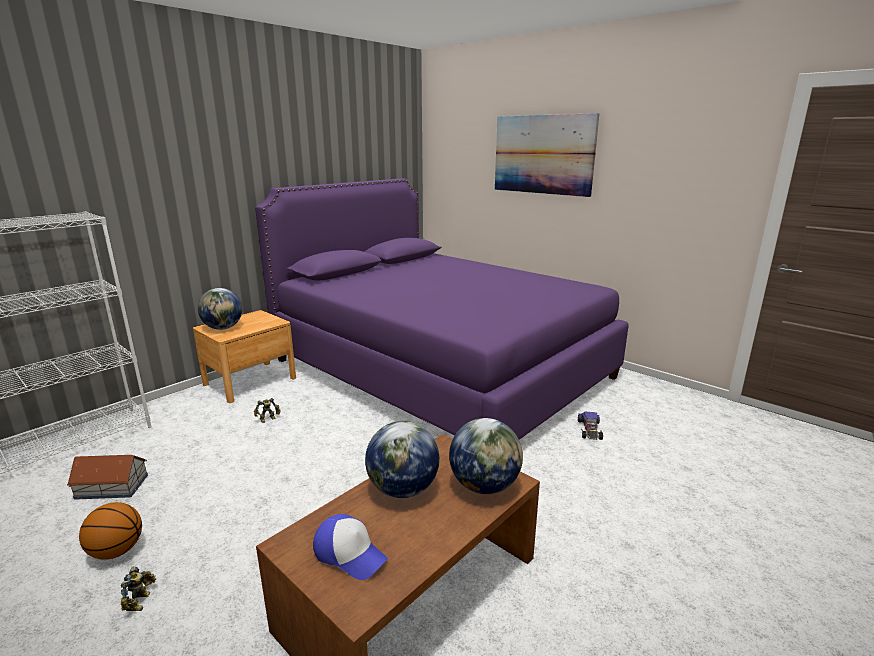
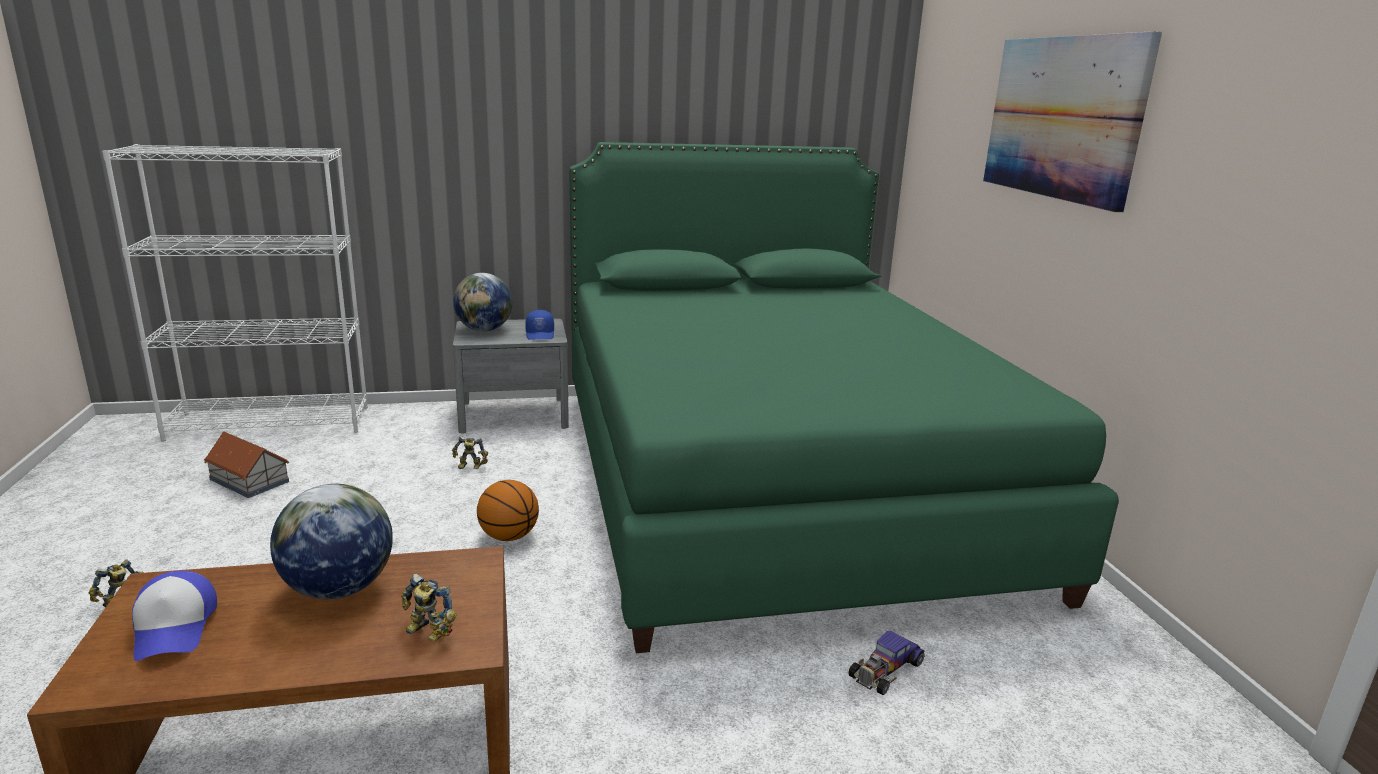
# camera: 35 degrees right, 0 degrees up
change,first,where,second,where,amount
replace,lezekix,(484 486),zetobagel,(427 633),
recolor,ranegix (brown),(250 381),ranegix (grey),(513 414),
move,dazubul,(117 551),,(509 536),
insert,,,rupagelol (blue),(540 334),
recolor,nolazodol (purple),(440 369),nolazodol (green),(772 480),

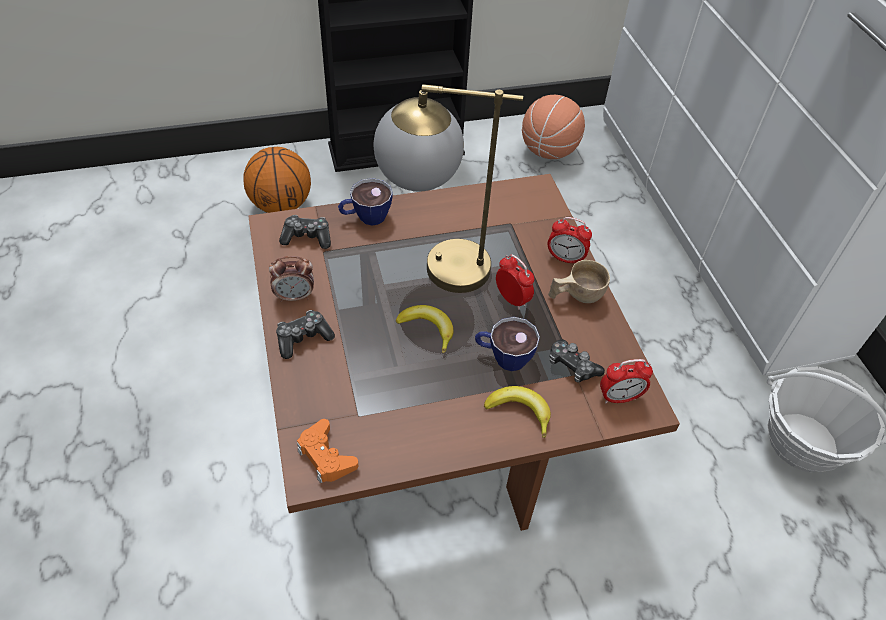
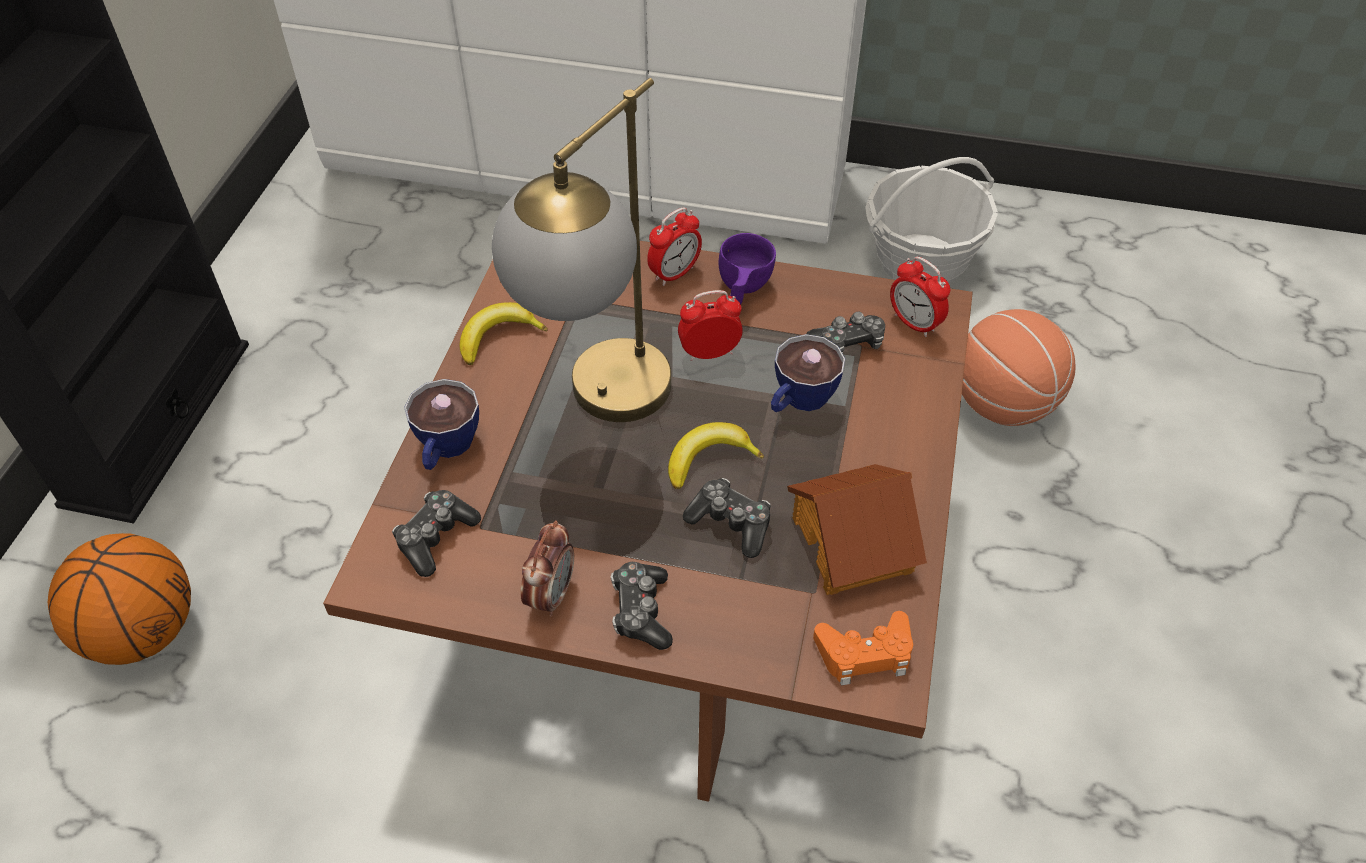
# camera: 60 degrees left, 0 degrees up
change,first,where,second,where,amount
move,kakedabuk,(520 411),,(498 337),
insert,,,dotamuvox,(731 523),
recolor,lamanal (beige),(575 295),lamanal (purple),(741 292),
insert,,,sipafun,(854 543),
rotate,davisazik,(619 397),,(914 323),120 degrees clockwise
move,dazubul,(548 151),,(1002 404),

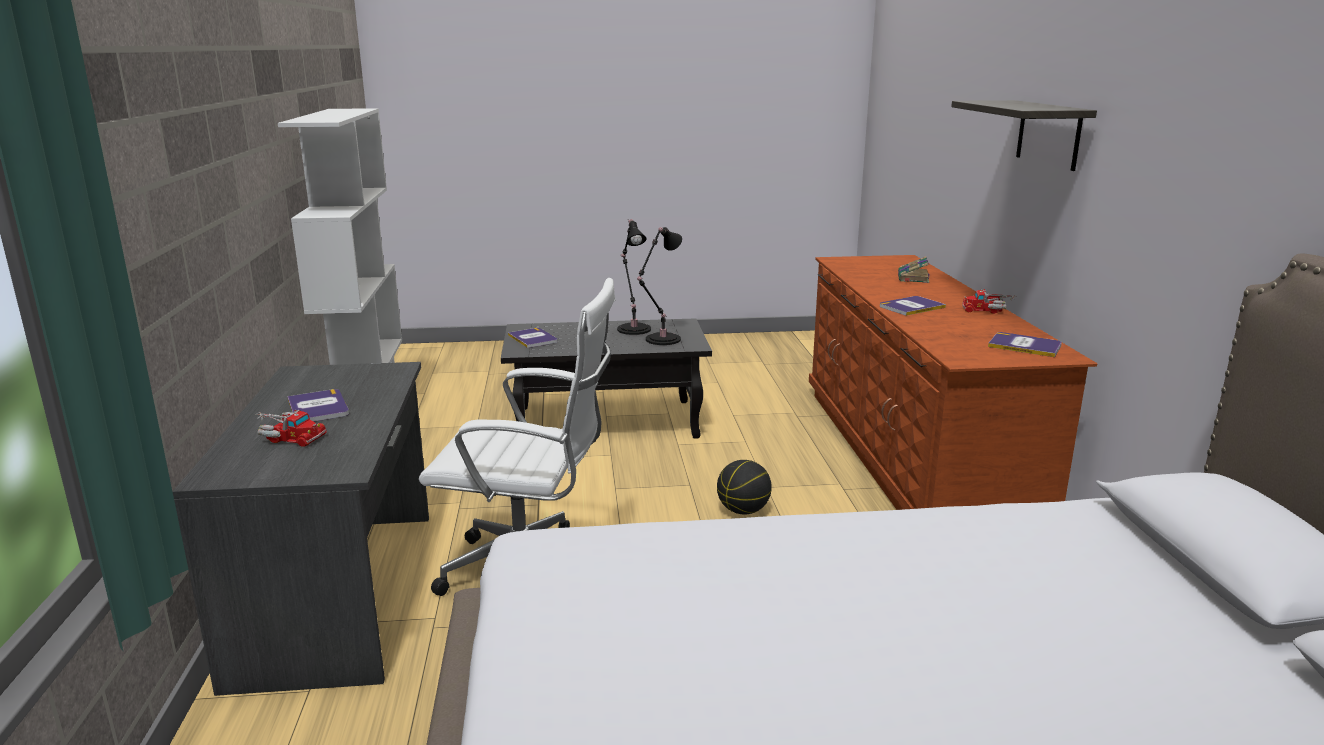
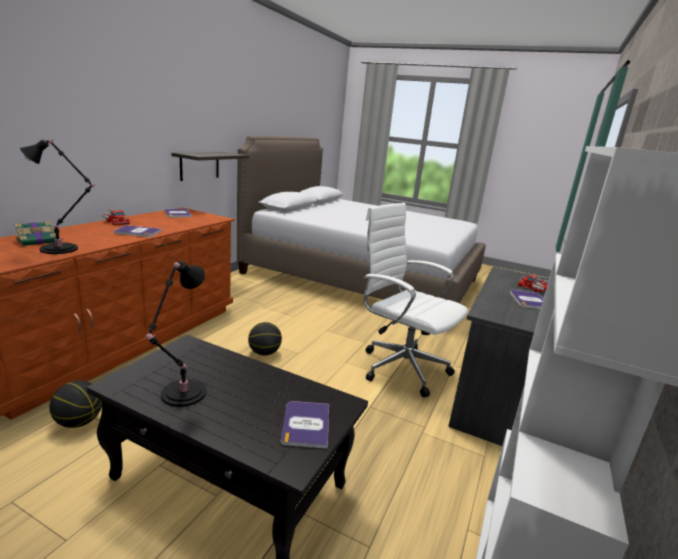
# camera: 150 degrees left, 0 degrees up
change,first,where,second,where,amount
move,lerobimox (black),(661 340),,(62 249),
insert,,,dazubul,(79 422),
move,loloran,(1048 134),,(199 165),

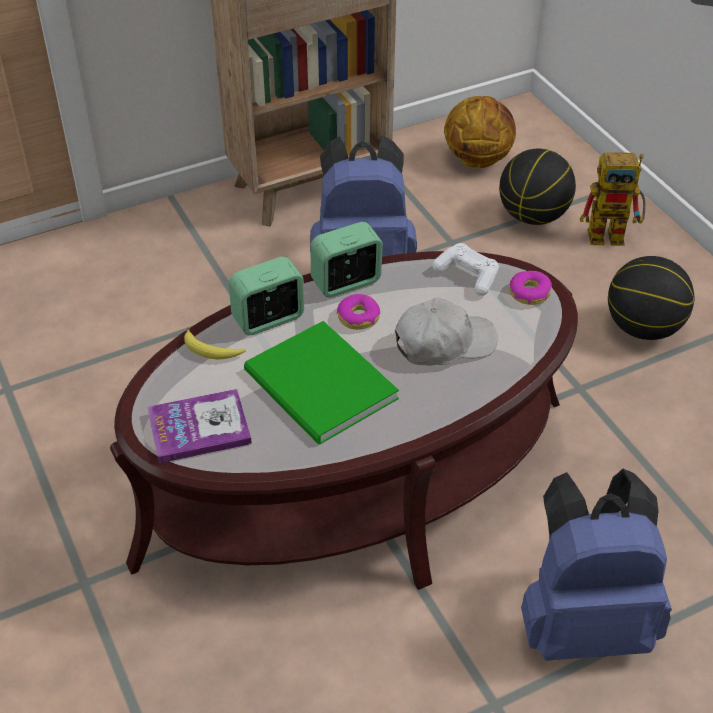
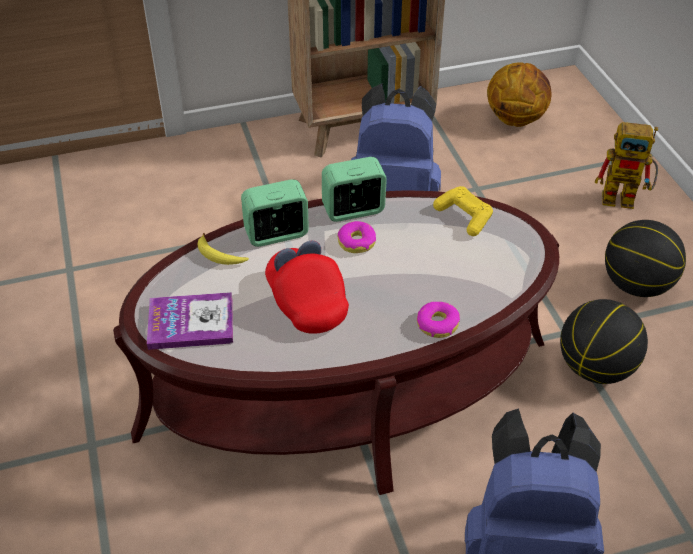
# camera: 10 degrees right, 0 degrees up
change,first,where,second,where,amount
replace,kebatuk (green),(320 389),rupagelol (red),(306 302),
move,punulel,(529 293),,(437 324),
recolor,dotamuvox (white),(467 276),dotamuvox (yellow),(464 217),
move,dazubul,(533 216),,(596 368),
delete,rupagelol (white),(444 343),,,

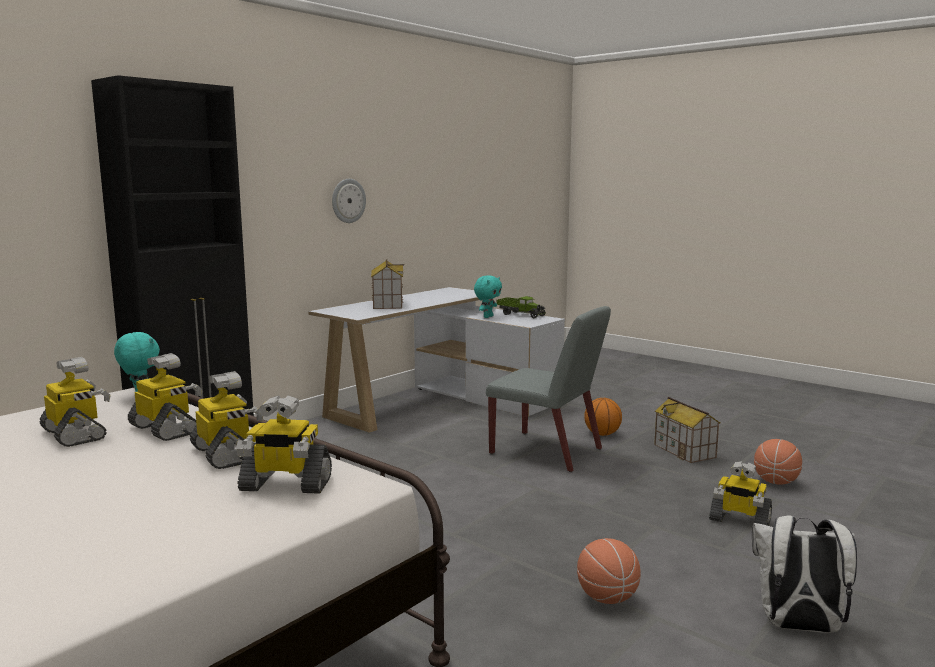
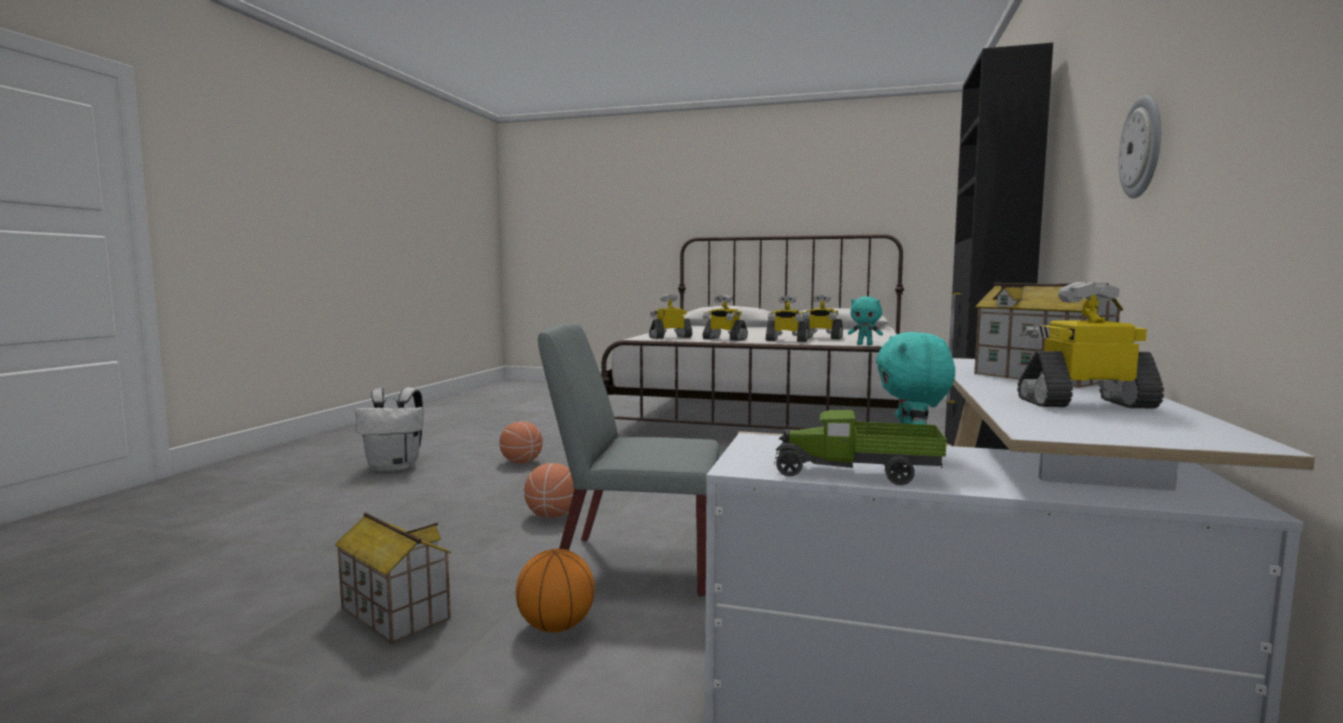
# camera: 155 degrees right, 5 degrees down
change,first,where,second,where,amount
move,dazubul,(775 482),,(552 515),
move,zetobagel,(739 521),,(1084 403),

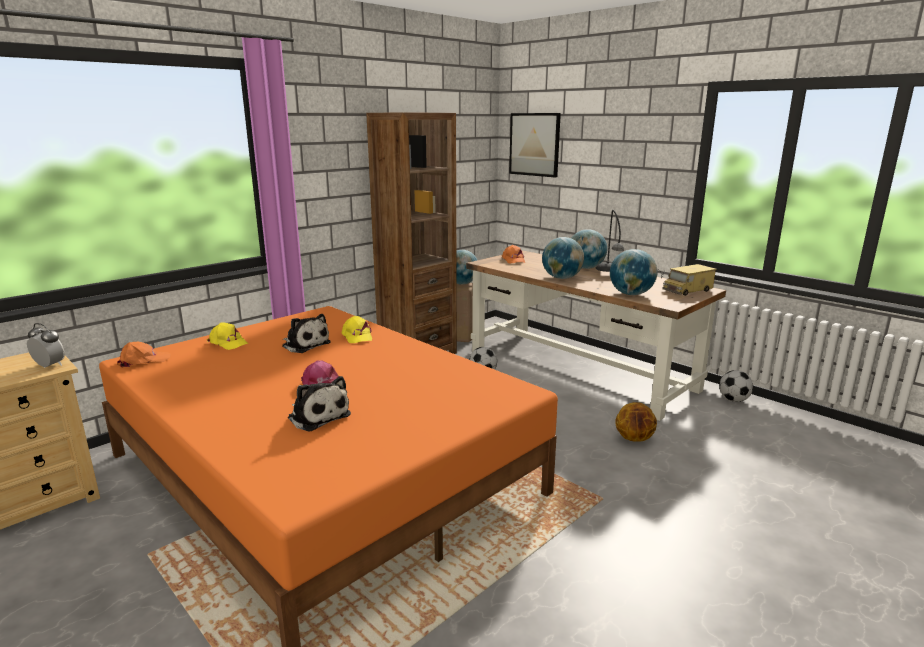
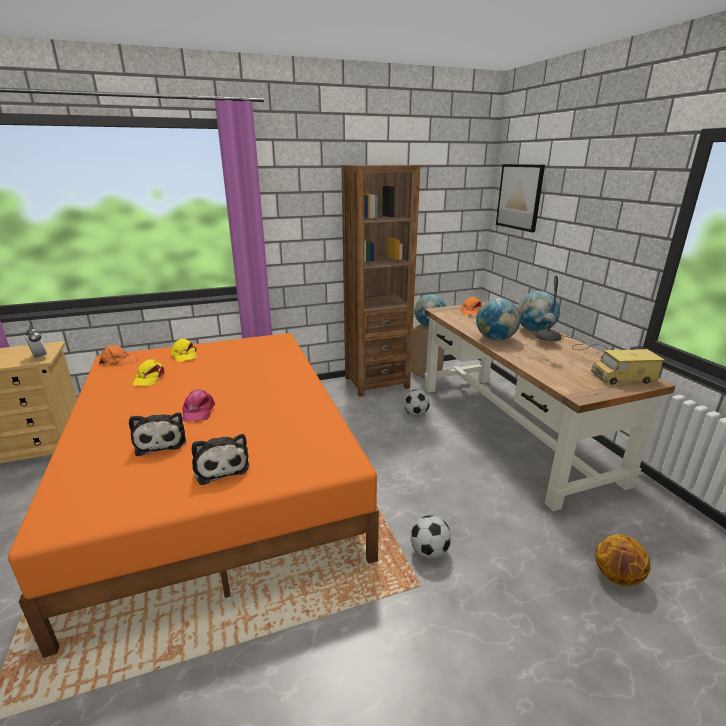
# camera: 25 degrees right, 5 degrees up
change,first,where,second,where,amount
move,rupagelol (yellow),(357 336),,(149 378),
move,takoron,(305 344),,(221 466),
move,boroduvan,(733 400),,(429 551),
move,dazubul,(634 439),,(617 577),
delete,lezekix,(631 294),,,

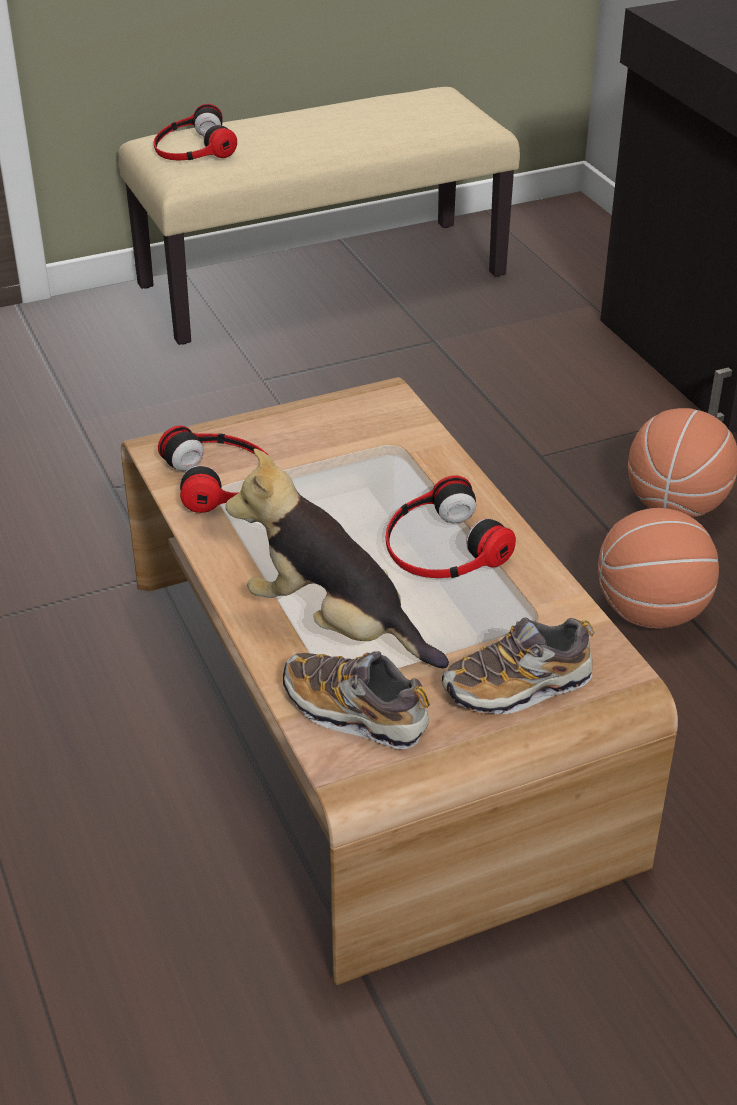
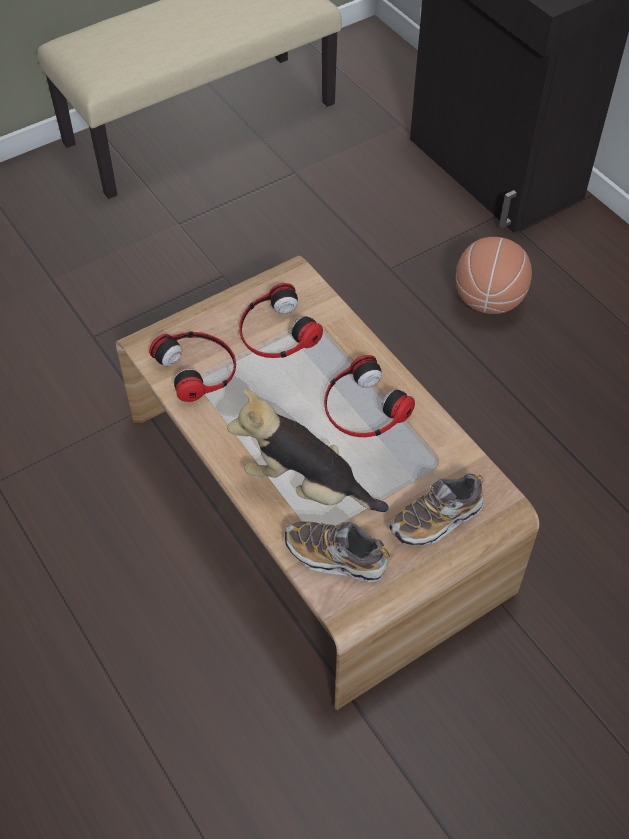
# camera: 10 degrees left, 15 degrees up
change,first,where,second,where,amount
move,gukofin,(193 147),,(276 331),
delete,dazubul,(651 612),,,

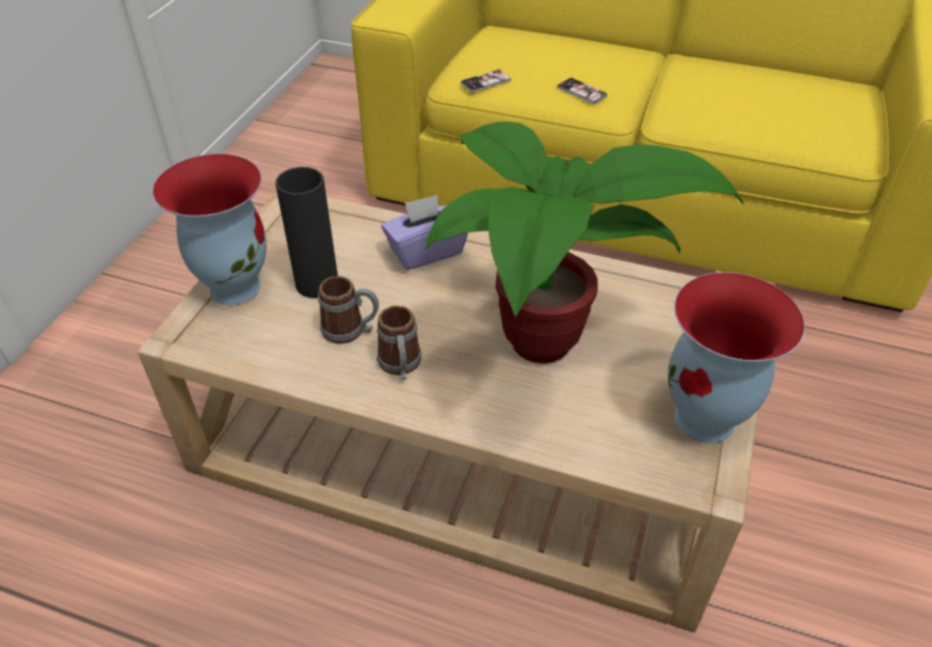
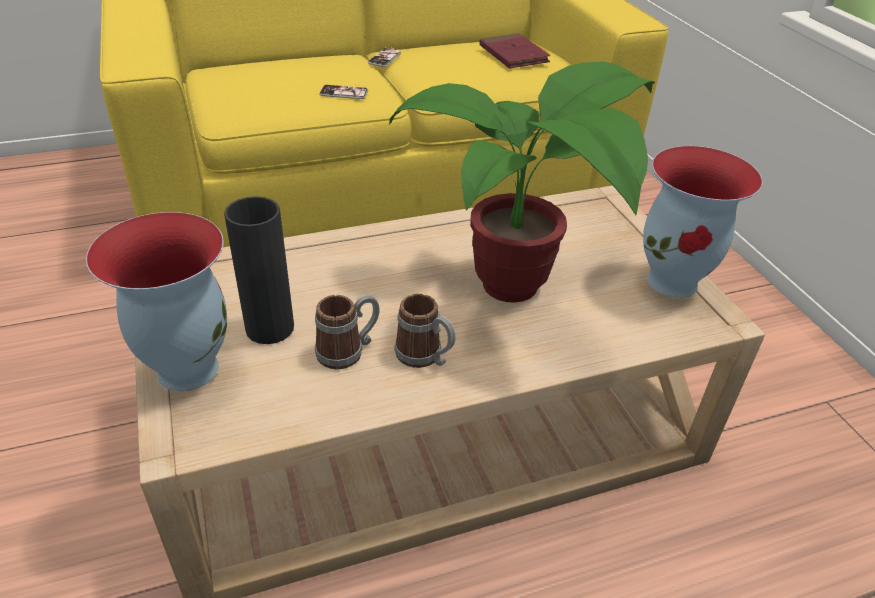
# camera: 40 degrees left, 5 degrees down
change,first,where,second,where,amount
move,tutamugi,(485 82),,(384 58),
insert,,,kebatuk (red),(513 55),
delete,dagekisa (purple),(426 251),,,

